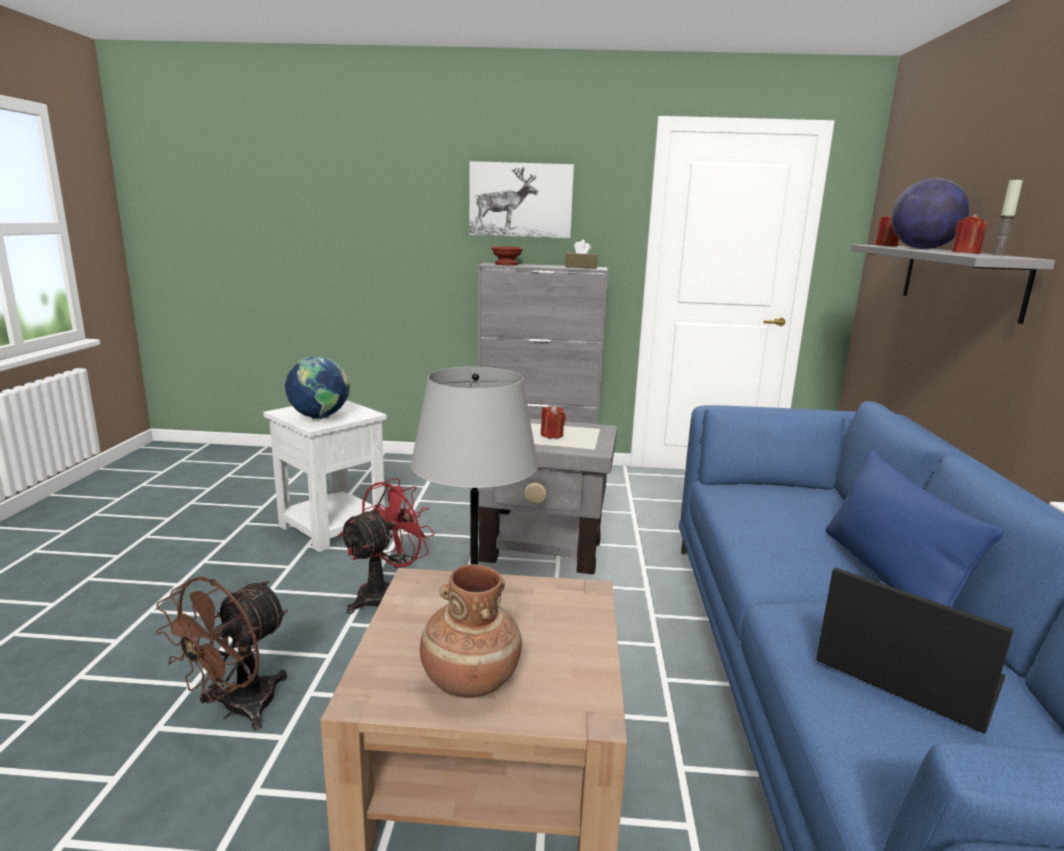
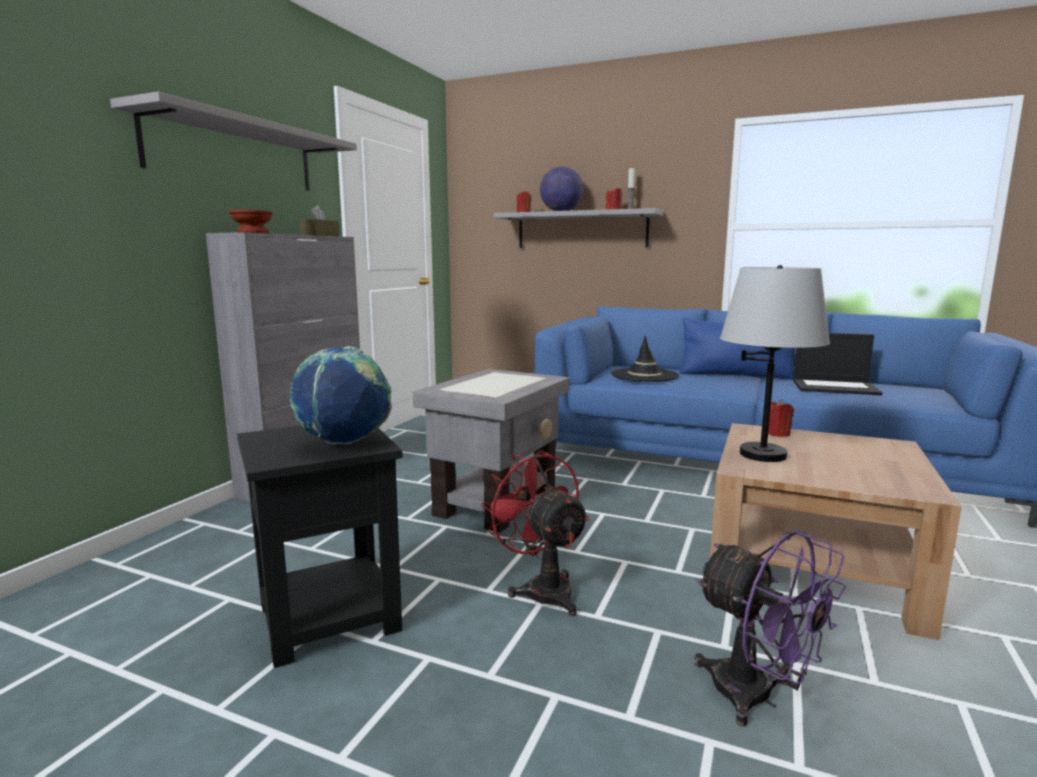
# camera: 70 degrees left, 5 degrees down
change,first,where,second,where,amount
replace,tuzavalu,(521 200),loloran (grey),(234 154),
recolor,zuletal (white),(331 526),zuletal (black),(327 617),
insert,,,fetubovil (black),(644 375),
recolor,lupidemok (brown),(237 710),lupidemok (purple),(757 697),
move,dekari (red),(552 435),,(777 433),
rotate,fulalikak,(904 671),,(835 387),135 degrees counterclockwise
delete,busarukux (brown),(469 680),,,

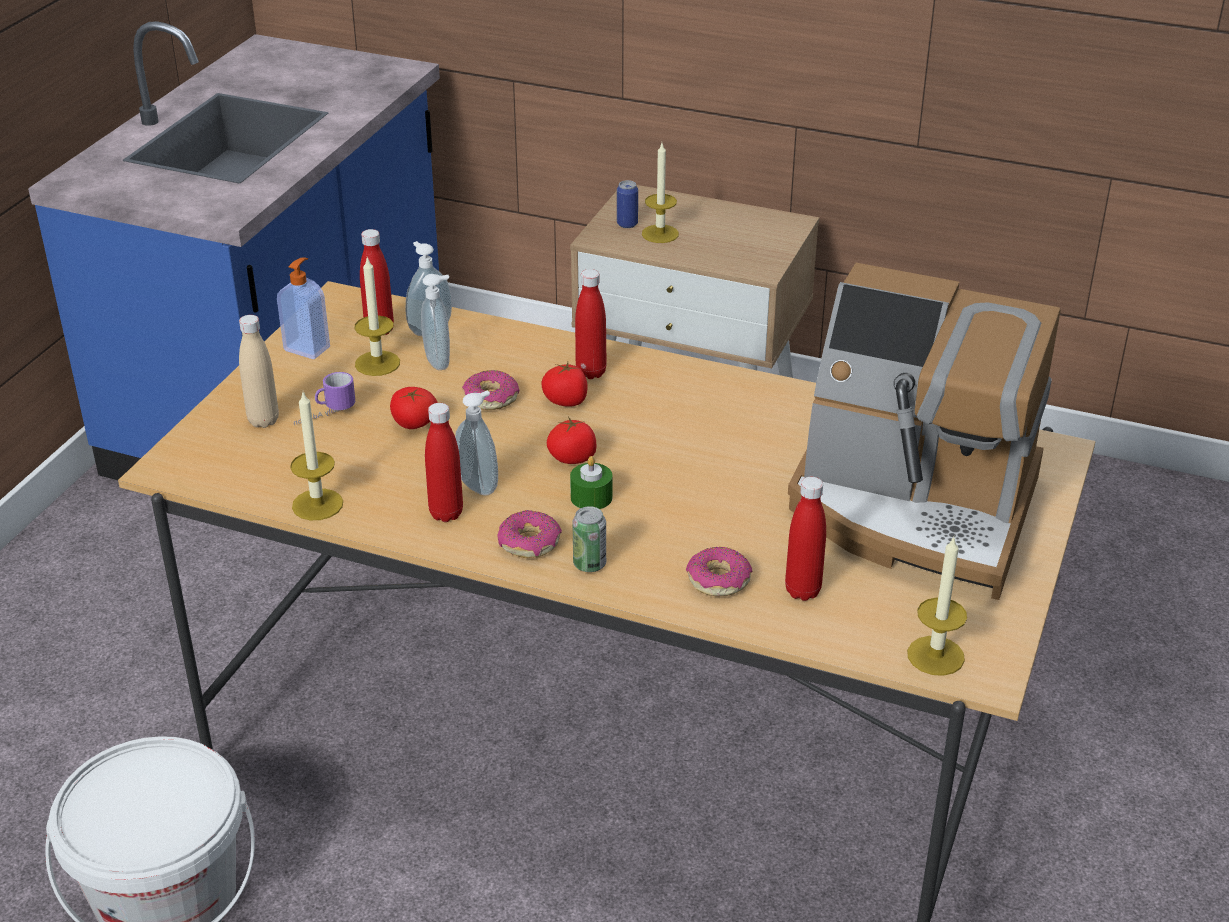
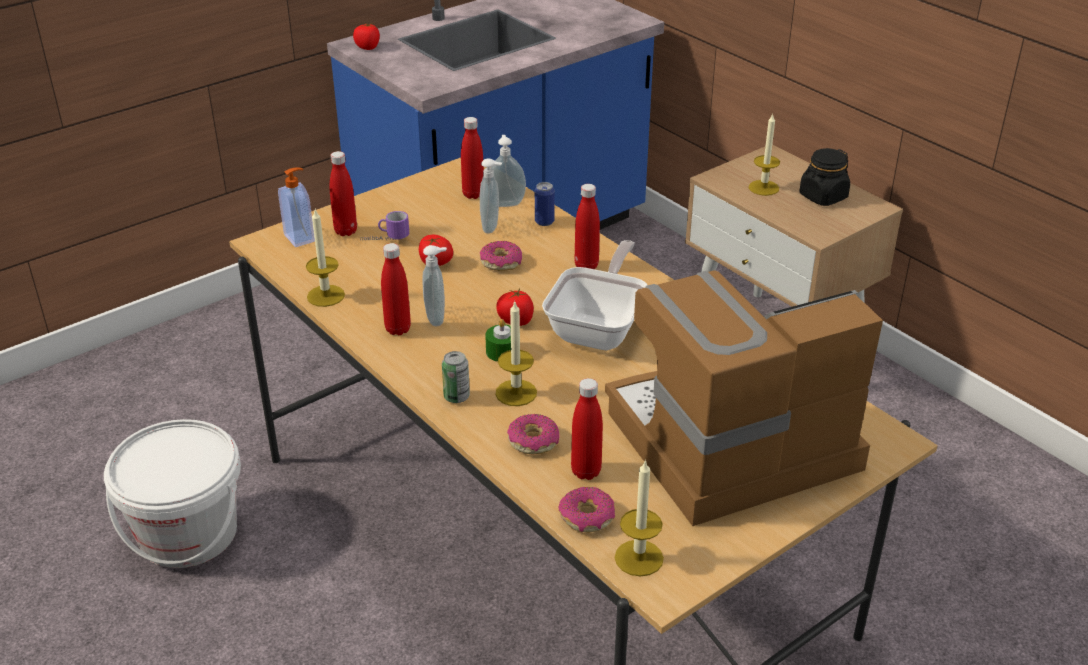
# camera: 30 degrees right, 0 degrees up
change,first,where,second,where,amount
move,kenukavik,(308 348),,(300 238),
recolor,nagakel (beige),(263 420),nagakel (red),(345 231),
move,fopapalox,(566 401),,(367 47),
move,dekari,(377 363),,(516 393),
move,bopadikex,(627 224),,(544 222),
insert,,,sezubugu,(599 328),
move,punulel,(530 543),,(587 517),
rotate,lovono,(914 509),,(730 444),105 degrees clockwise
insert,,,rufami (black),(823 197),

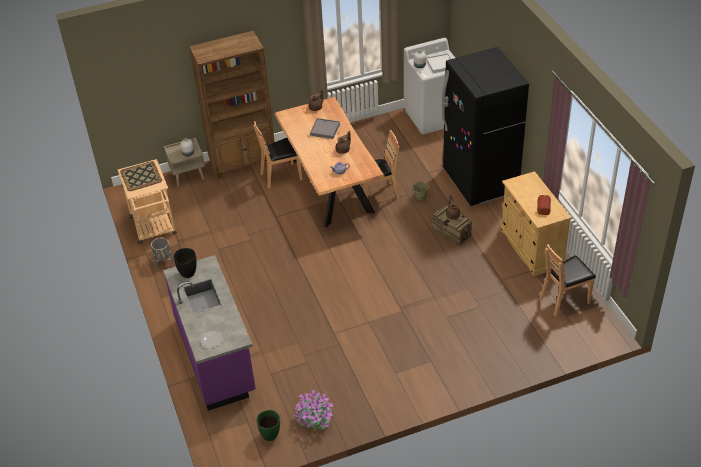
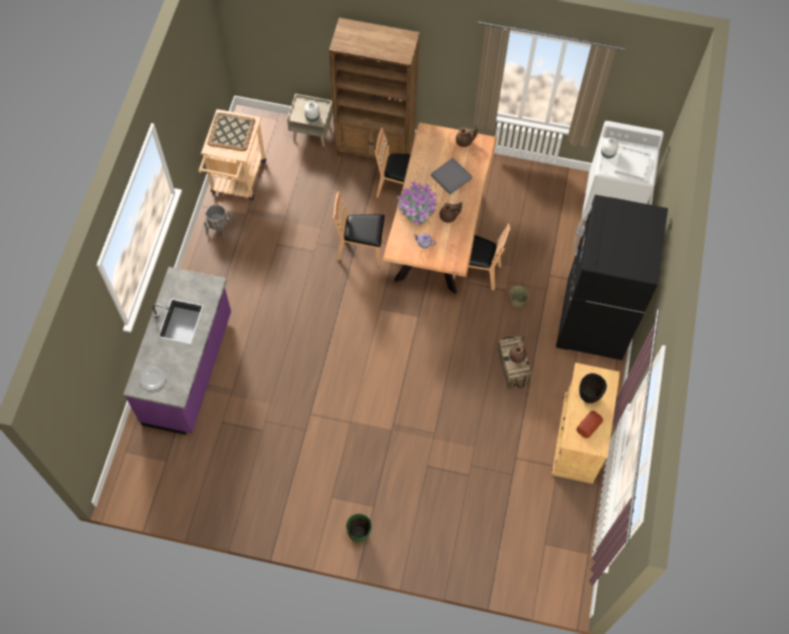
# camera: 30 degrees right, 20 degrees up
change,first,where,second,where,amount
move,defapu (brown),(564 300),,(361 249),
move,busarukux (green),(270 435),,(359 533),
move,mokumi,(314 419),,(416 211),
move,busarukux (black),(188 273),,(588 396),

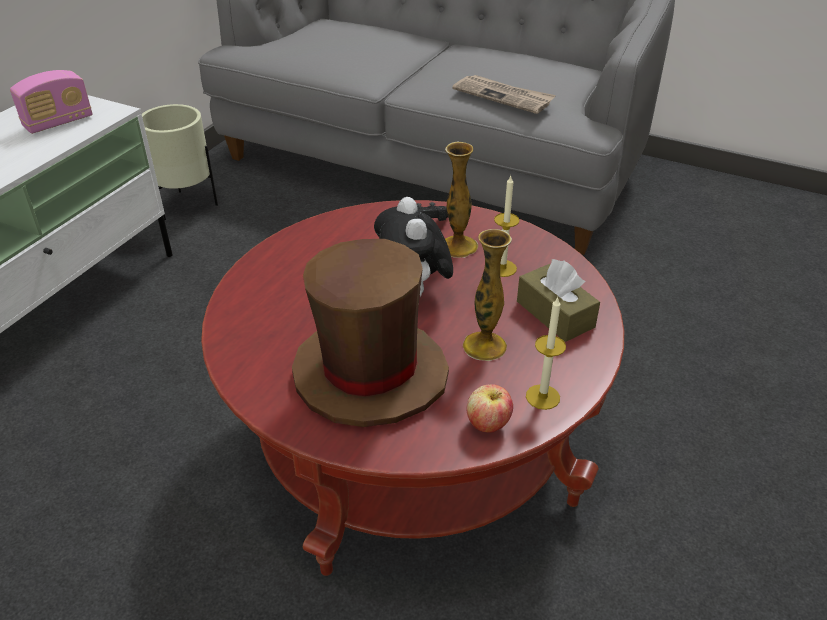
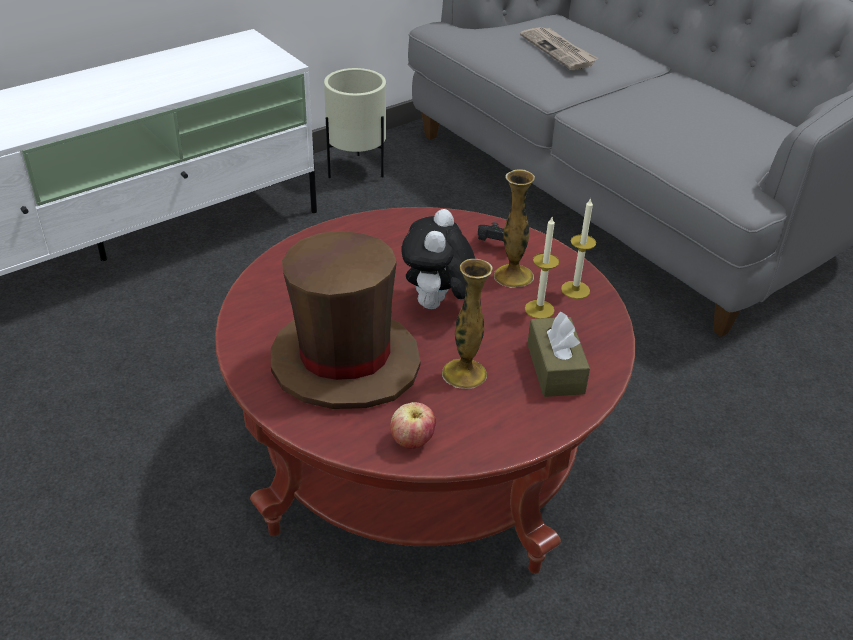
# camera: 25 degrees right, 0 degrees up
change,first,where,second,where,amount
move,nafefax,(503 96),,(559 51),
move,dekari,(542 397),,(575 290),
delete,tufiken,(58 122),,,

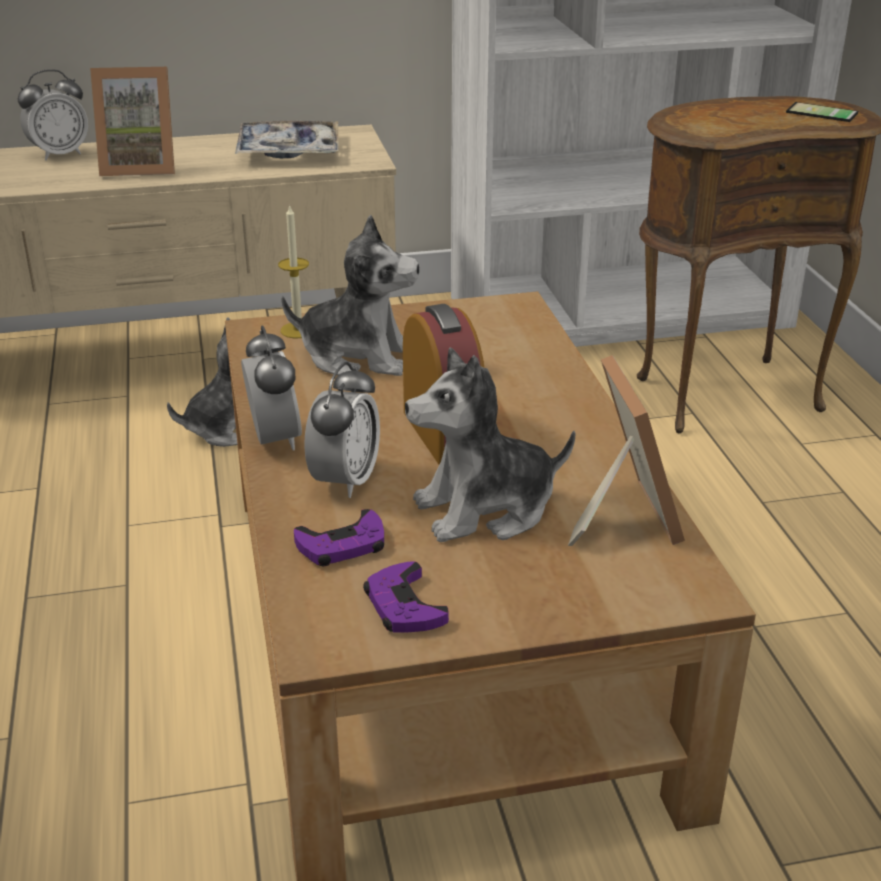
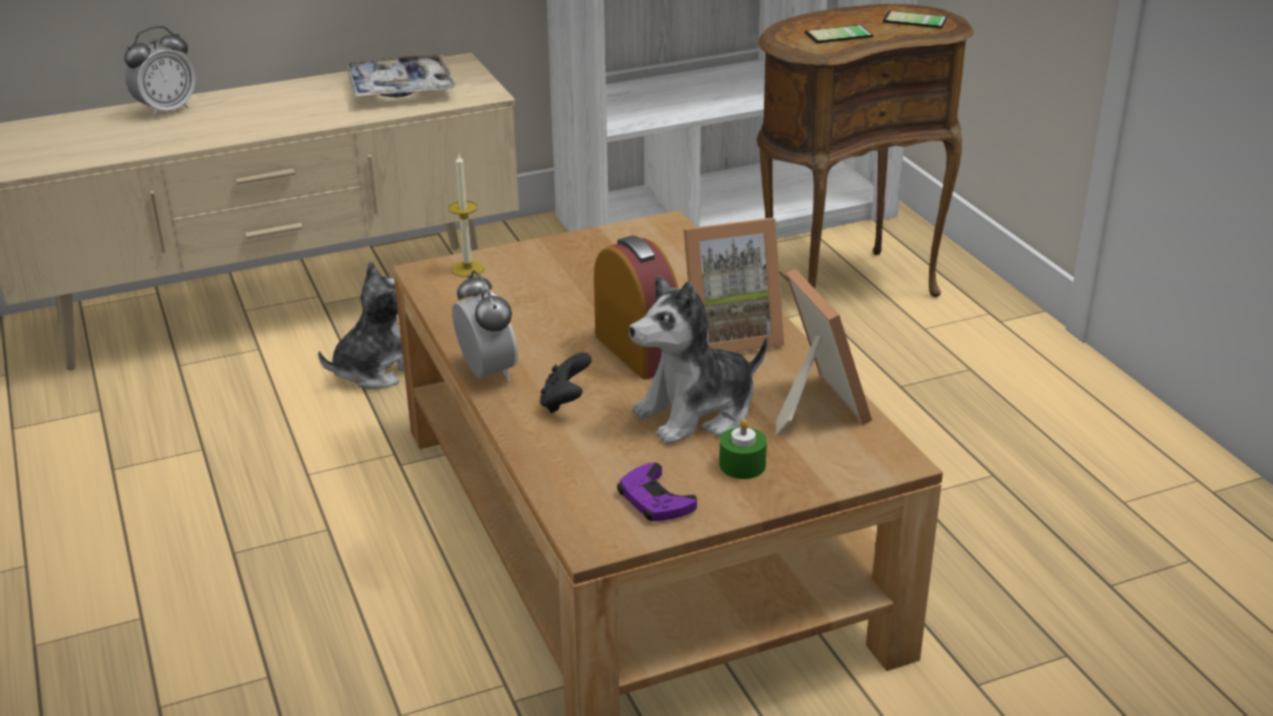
# camera: 10 degrees left, 0 degrees up
change,first,where,second,where,amount
replace,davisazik,(345 480),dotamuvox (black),(565 402),
move,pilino,(140 167),,(728 335),
insert,,,dekari (green),(742 465),
insert,,,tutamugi,(840 36),
delete,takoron,(358 356),,,
delete,dotamuvox (purple),(342 545),,,

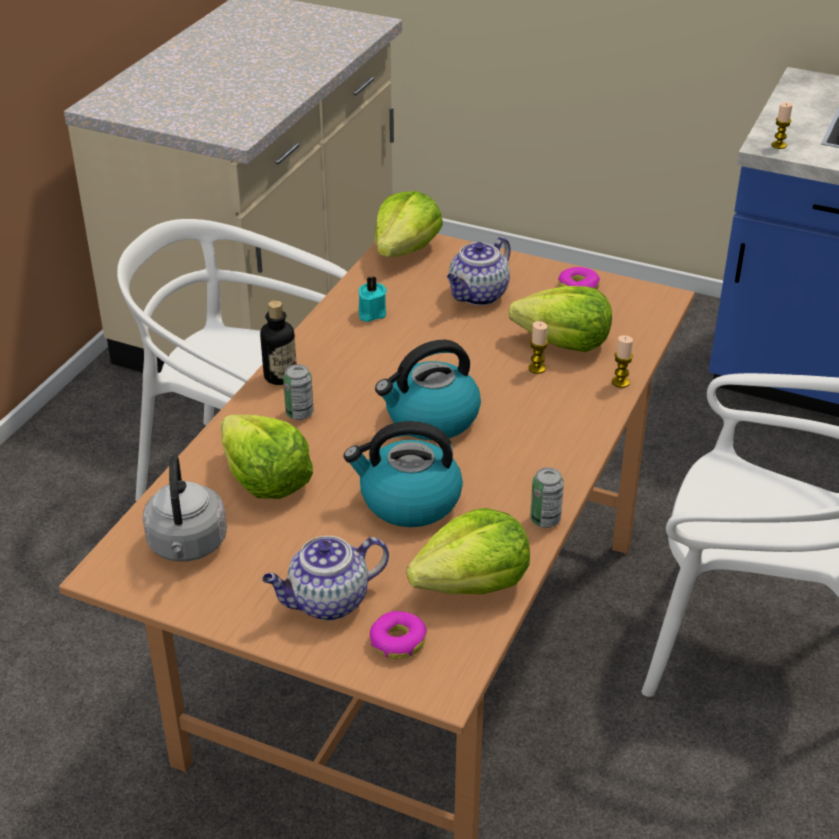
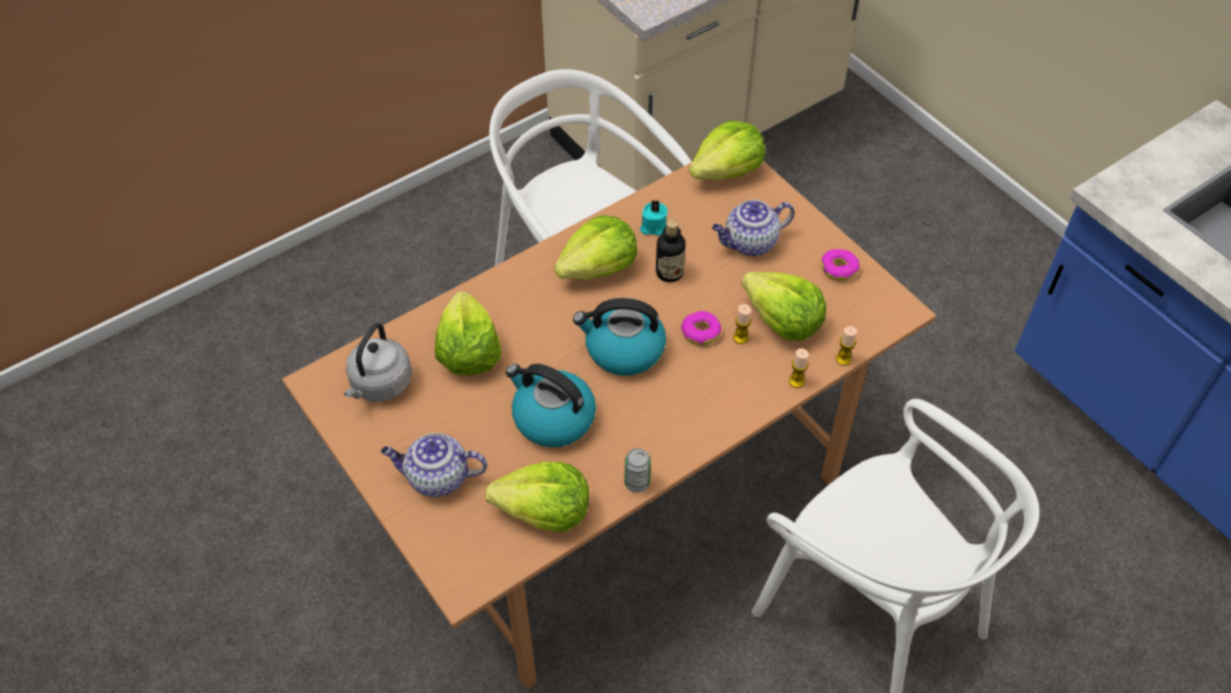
# camera: 30 degrees right, 15 degrees up
change,first,where,second,where,amount
insert,,,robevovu,(599 268),
move,nagakel,(280 376),,(669 272),
move,punulel,(397 641),,(700 332),
move,dekari,(779 145),,(843 359),
delete,bopadikex,(299 413),,,

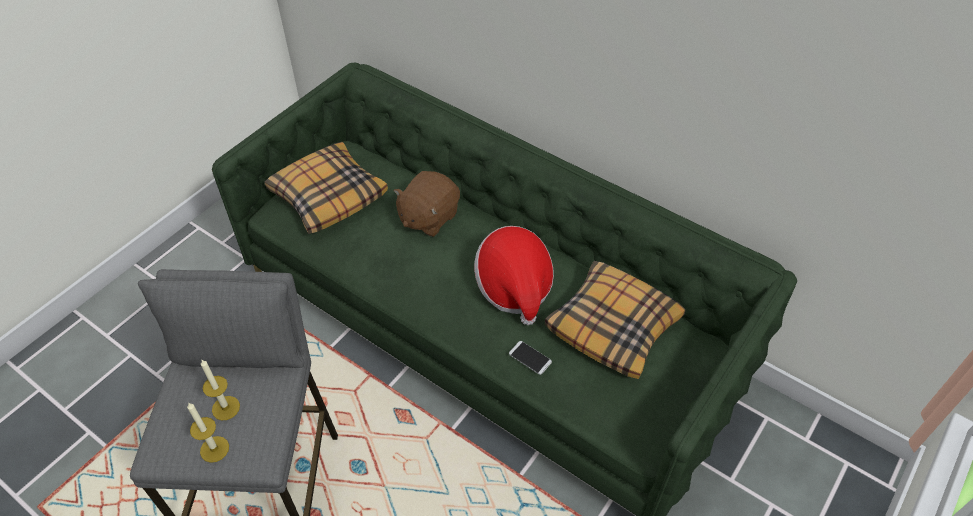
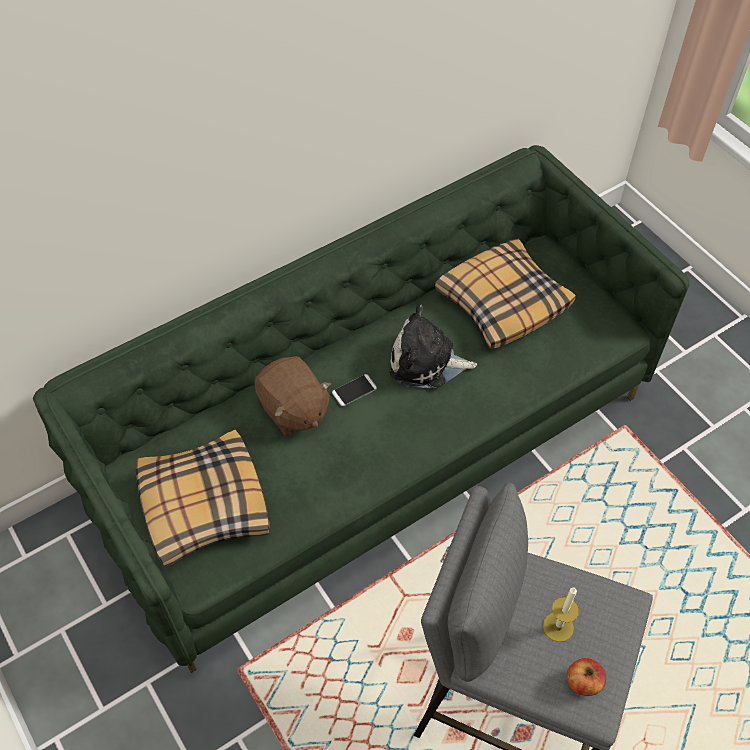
# camera: 70 degrees left, 5 degrees up
change,first,where,second,where,amount
move,tutamugi,(530 358),,(354 390),
replace,fetubovil,(514 287),takoron,(426 362),
insert,,,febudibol,(583 682),
delete,dekari,(214 449),,,

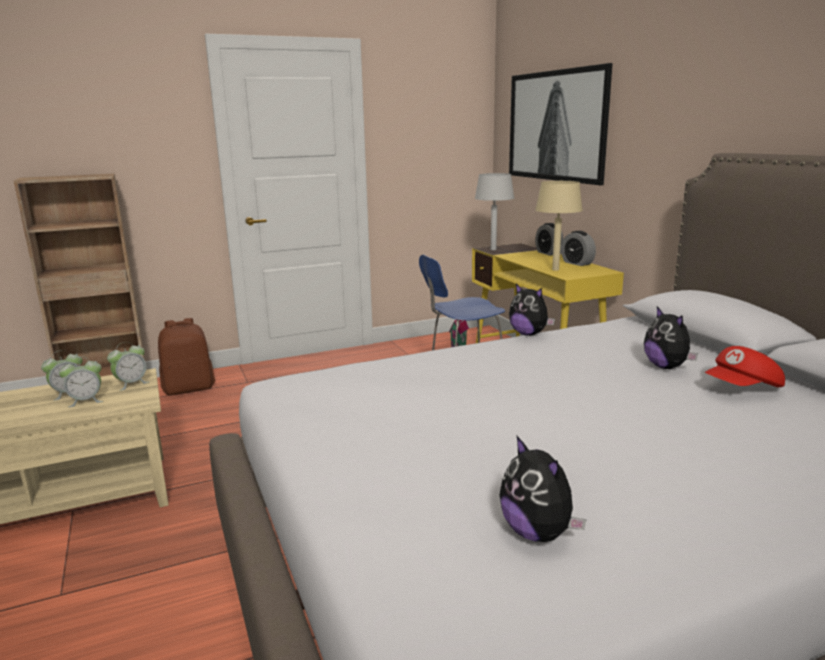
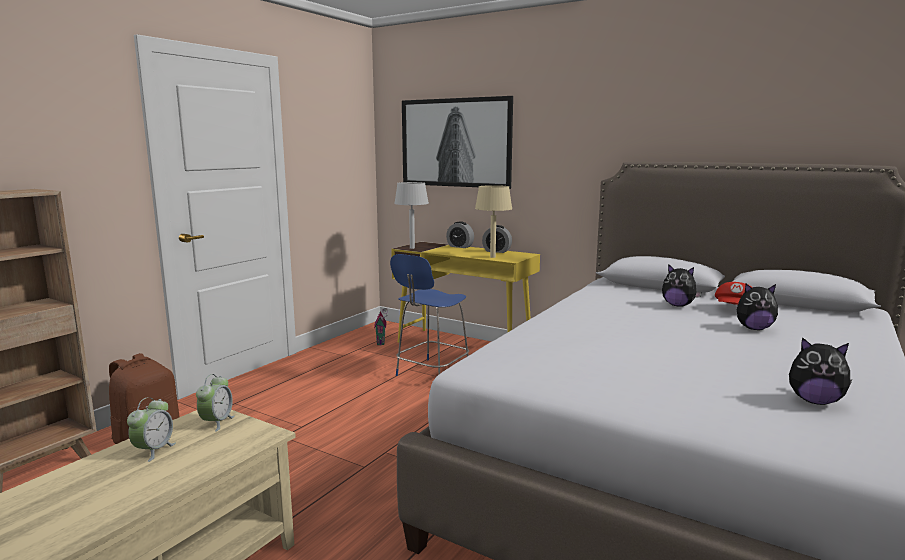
# camera: 35 degrees left, 5 degrees down
change,first,where,second,where,amount
move,takoron,(529 334),,(754 328),
delete,davisazik,(86 401),,,

